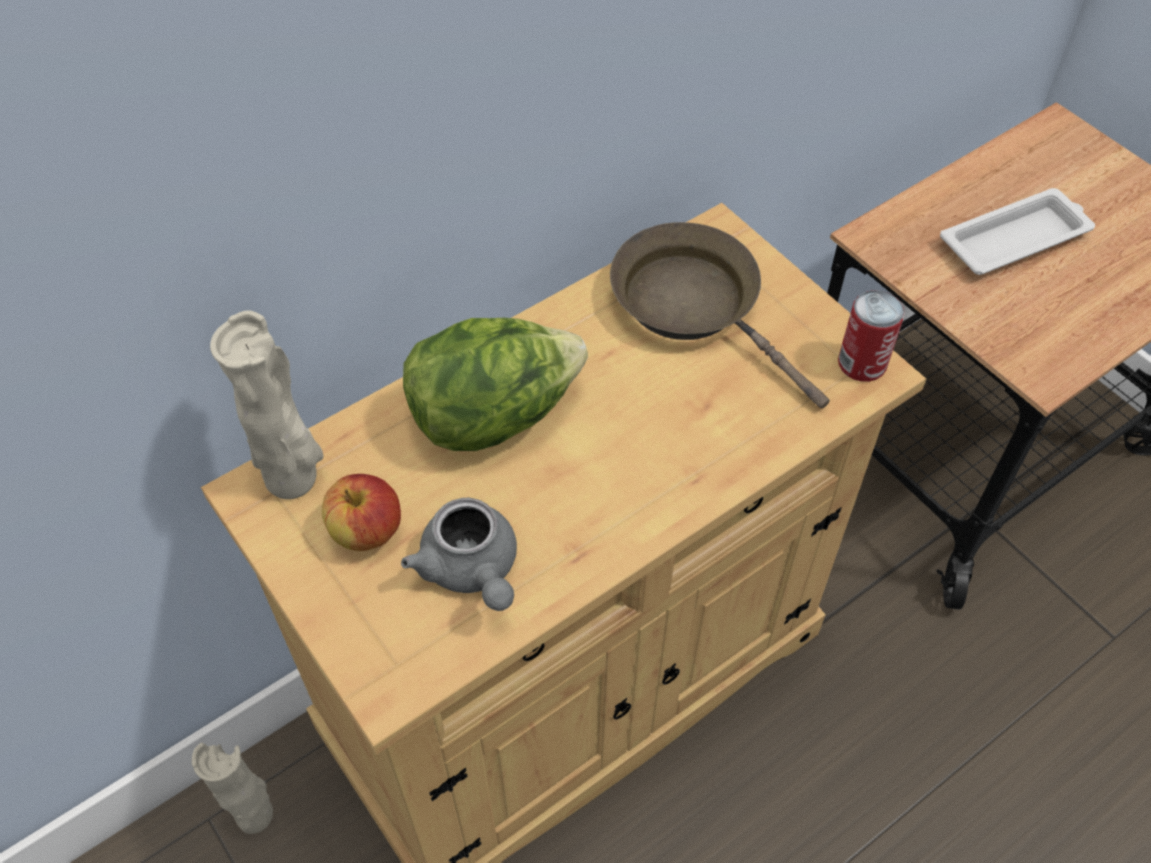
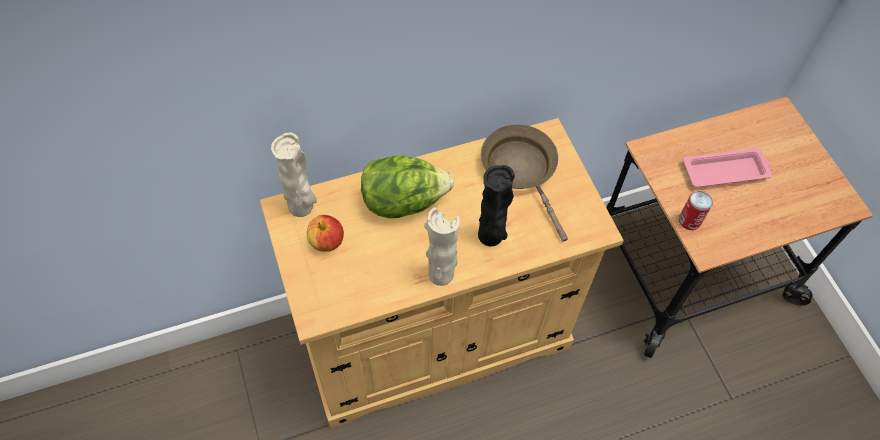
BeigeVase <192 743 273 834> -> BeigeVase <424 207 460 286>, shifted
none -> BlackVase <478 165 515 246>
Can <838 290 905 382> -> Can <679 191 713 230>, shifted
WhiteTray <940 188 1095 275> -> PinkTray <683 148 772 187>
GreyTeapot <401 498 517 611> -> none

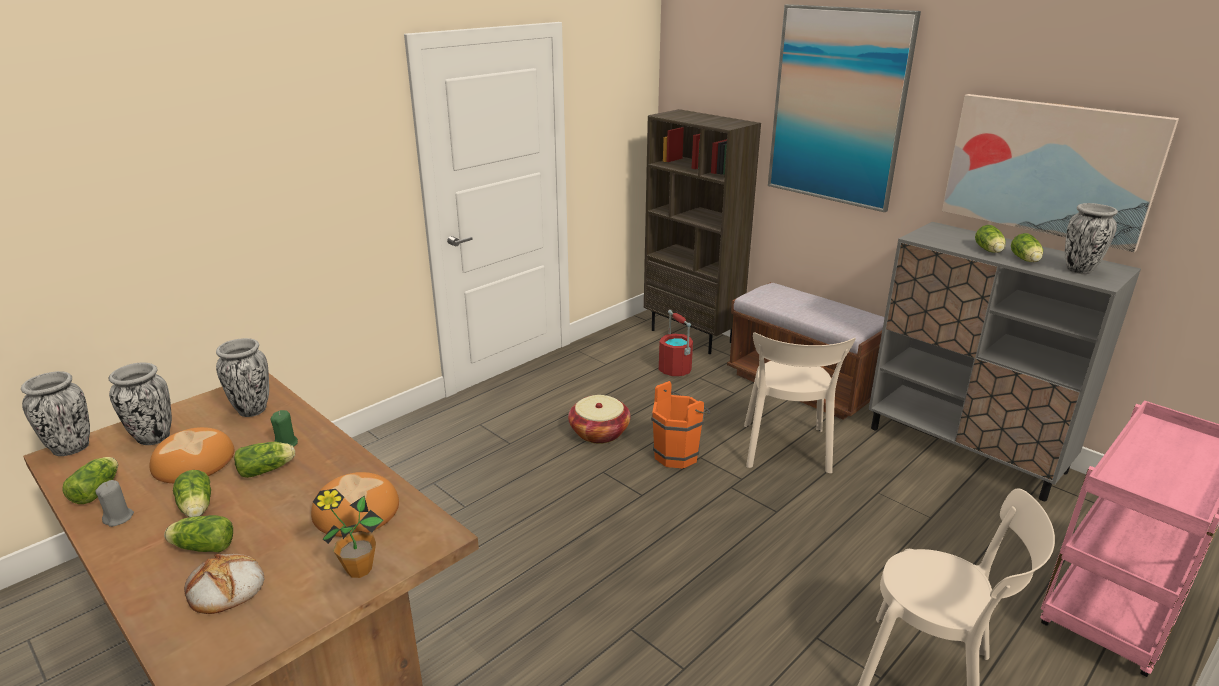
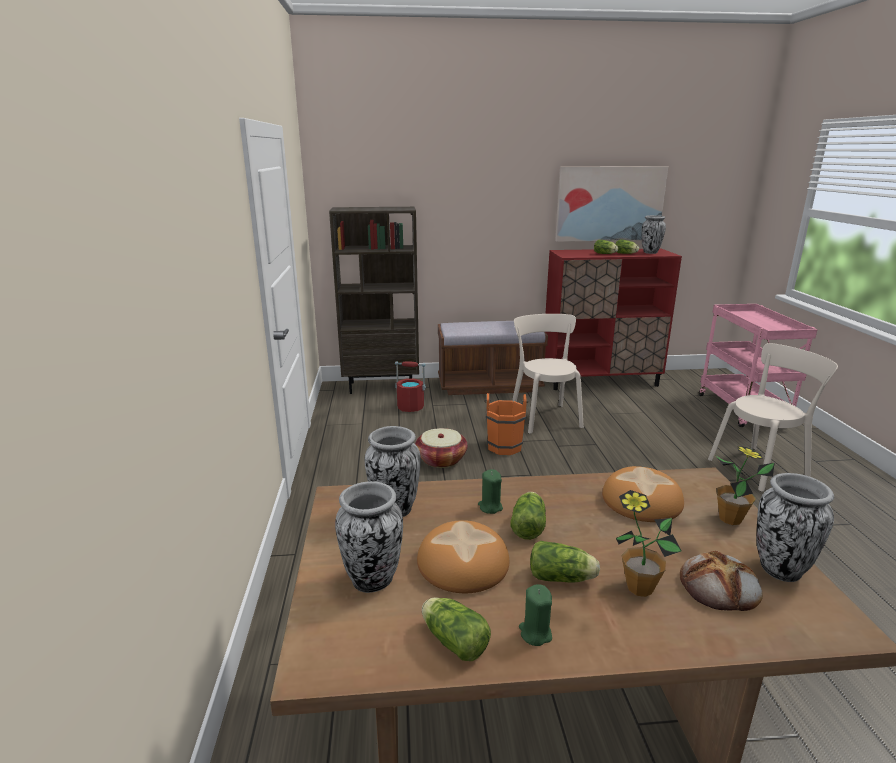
BeigeChair <744 332 856 473> -> BeigeChair <512 314 584 434>, 150 degrees counterclockwise
GreyCandle <95 480 134 527> -> GreenCandle <519 584 552 646>
GreyCabinet <868 222 1141 501> -> RedCabinet <545 248 682 390>
Lettuce <164 515 233 552> -> PottedPlant <616 490 681 597>
Vase <21 371 90 456> -> Vase <757 473 834 582>, shifted
Picture <768 4 921 212> -> none

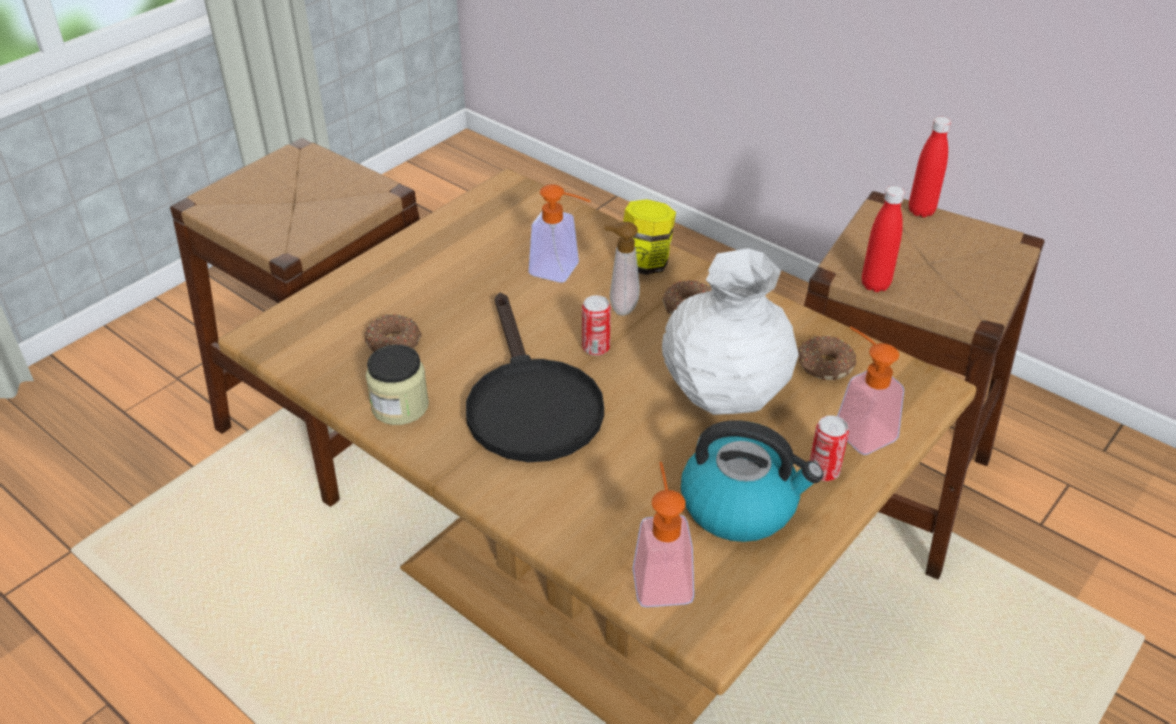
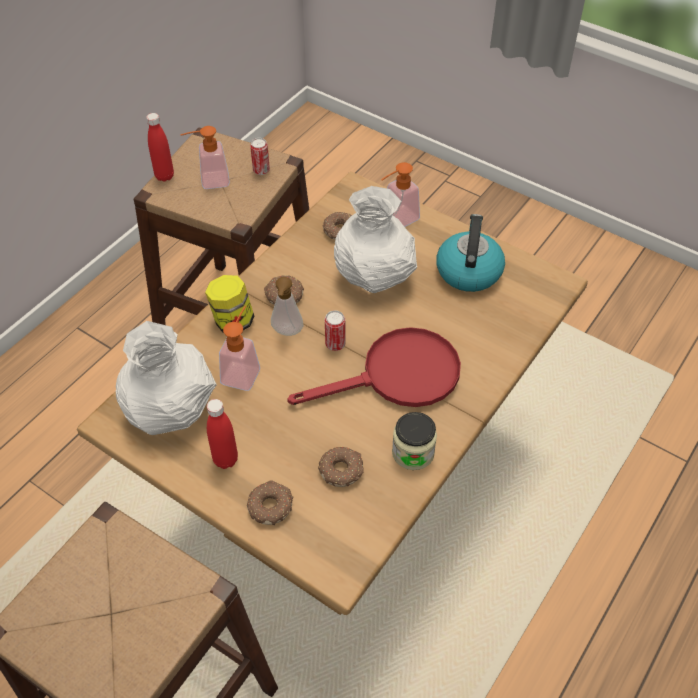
none -> WhiteVase <116 321 217 435>
SoapDispenser <633 462 694 607> -> SoapDispenser <180 126 230 189>, shifted
RedBottle <862 186 905 292> -> RedBottle <207 399 238 469>, shifted
none -> Donut <247 480 293 525>
Can <810 415 849 481> -> Can <250 138 270 175>, shifted
BlackFryingPan <466 293 604 462> -> RedFryingPan <287 327 461 407>

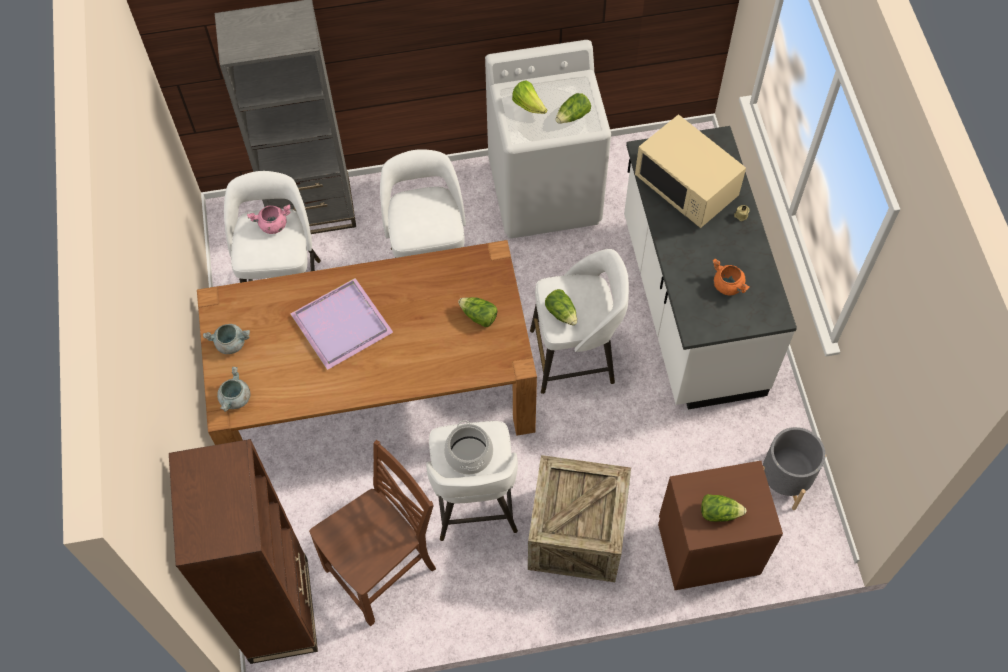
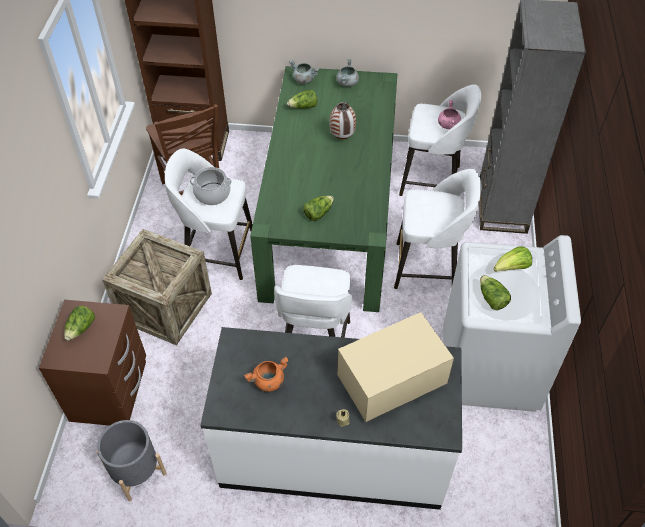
BrownDiningTable <197 240 537 445> -> GreenDiningTable <250 66 397 312>
Lettuce <545 289 577 326> -> Lettuce <287 90 317 109>, shifted
PurpleTray <290 278 393 370> -> Vase <329 102 356 139>

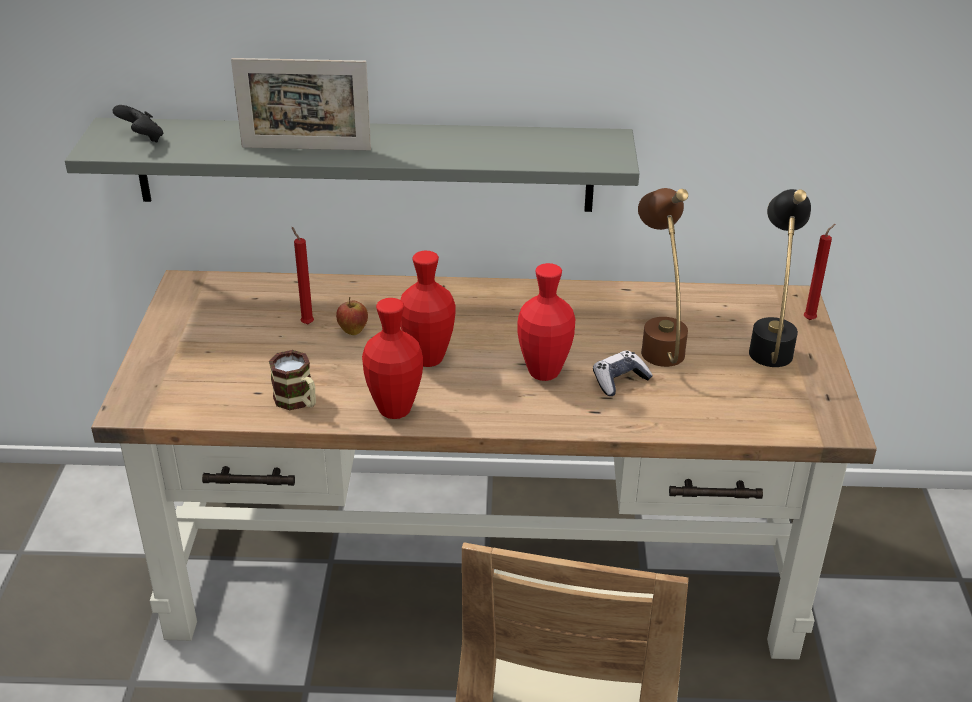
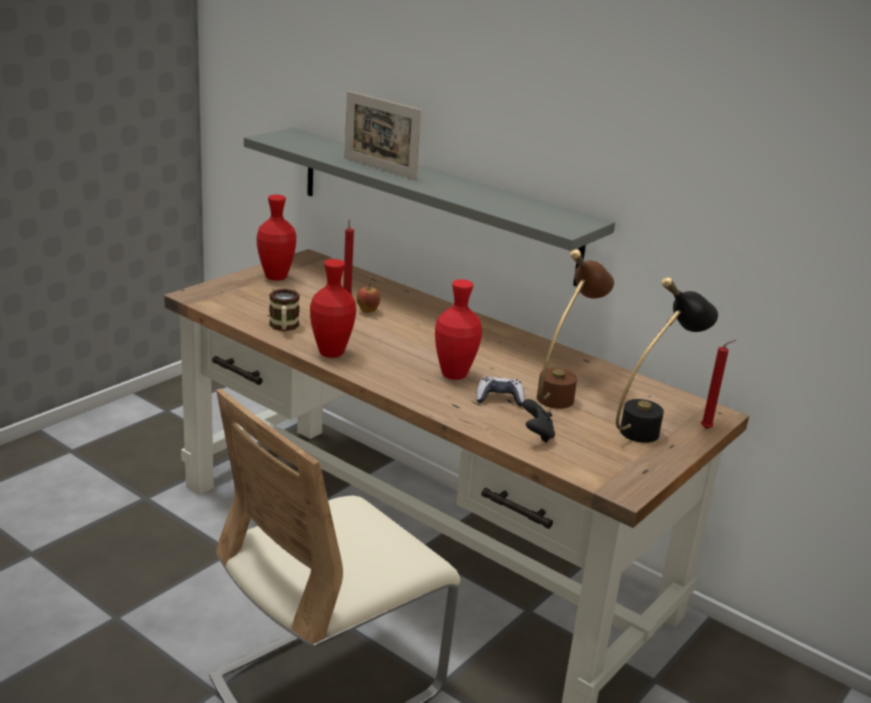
RedVase <400 251 456 367> -> RedVase <257 195 296 281>, shifted
BlackGameController <113 105 163 143> -> BlackGameController <522 399 555 443>, shifted

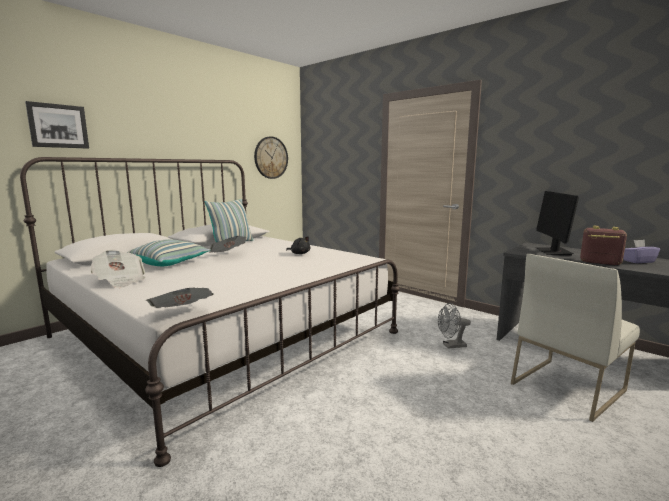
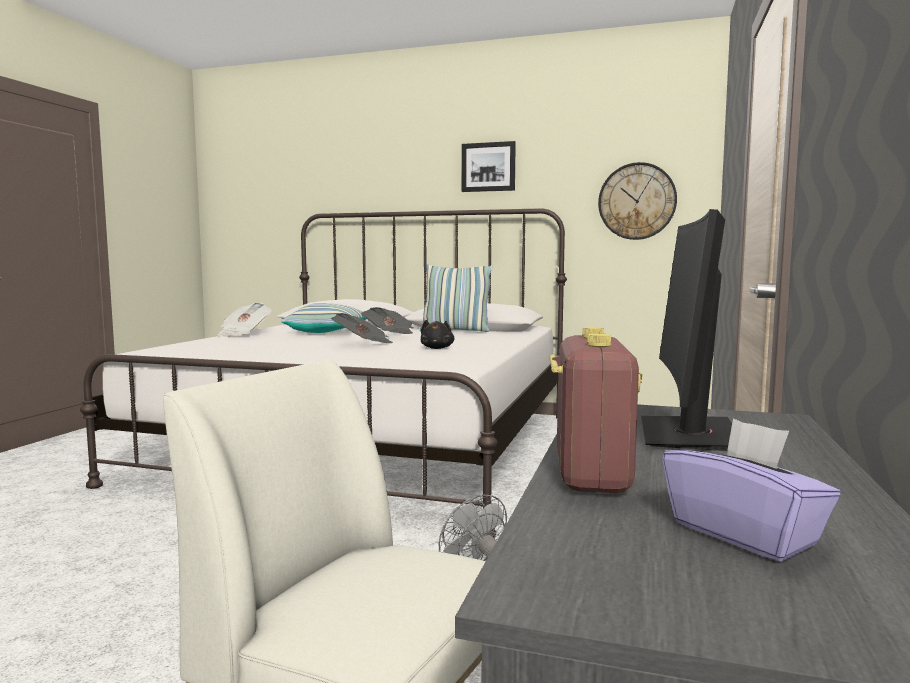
Newspaper <146 288 214 308> -> Newspaper <331 313 393 343>, shifted
Picture <25 101 89 148> -> Picture <462 141 516 192>, shifted
Monitor <536 191 579 256> -> Monitor <641 209 732 451>, 60 degrees counterclockwise

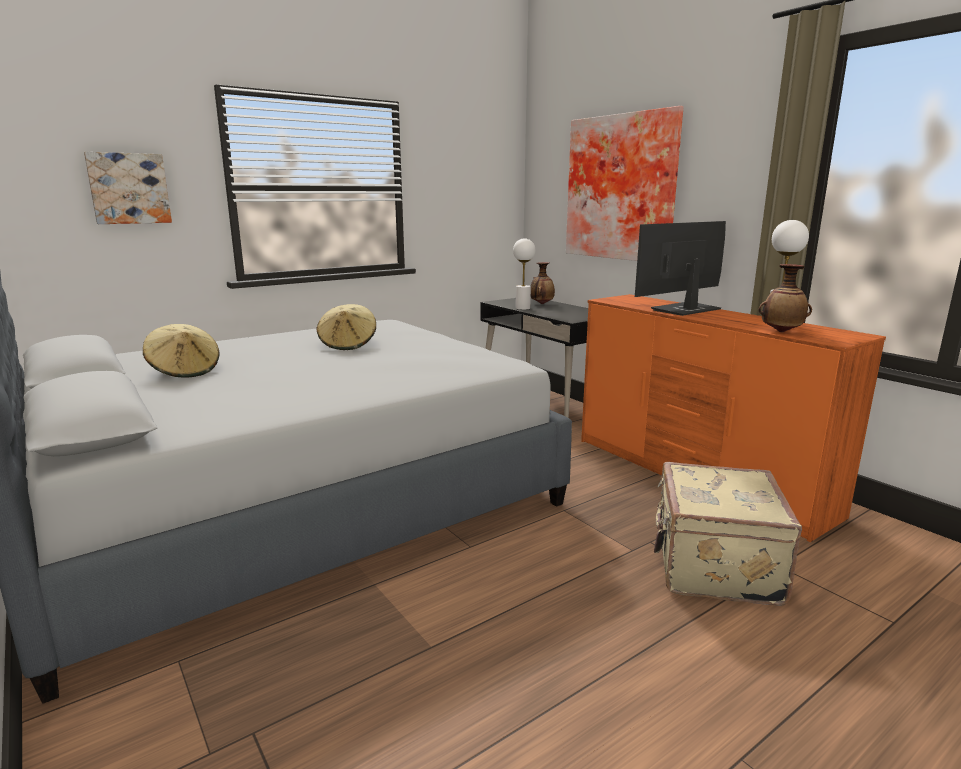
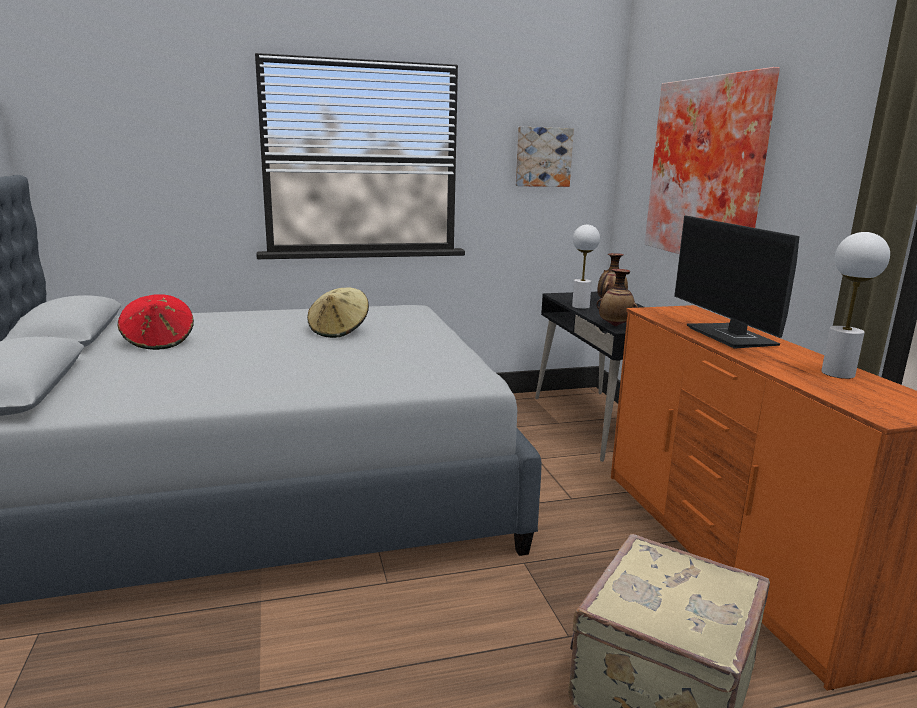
BeigeHat <143 324 220 377> -> RedHat <117 294 194 350>
Picture <84 152 172 224> -> Picture <516 127 574 187>, shifted
Vase <759 264 812 332> -> Vase <596 269 638 326>, shifted
Monitor <635 221 726 316> -> Monitor <674 215 800 349>, 90 degrees counterclockwise

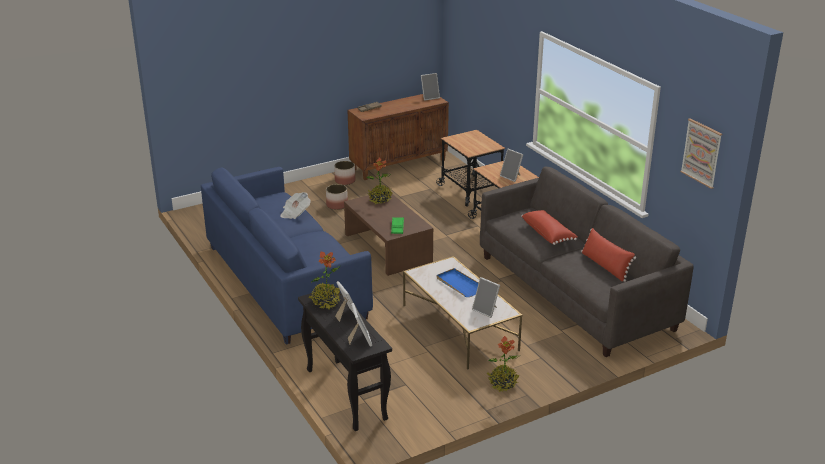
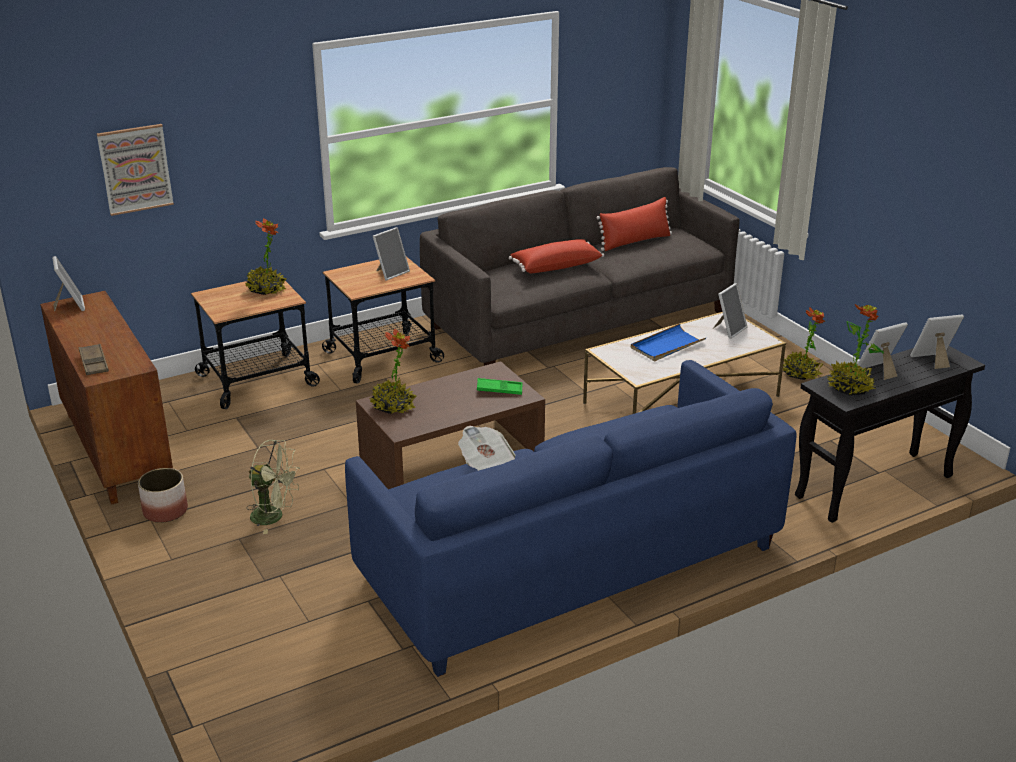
Picture <680 118 722 189> -> Picture <97 124 174 216>, shifted
none -> PottedPlant <245 218 287 295>
Planter <326 184 348 210> -> GreenFan <246 439 300 534>

